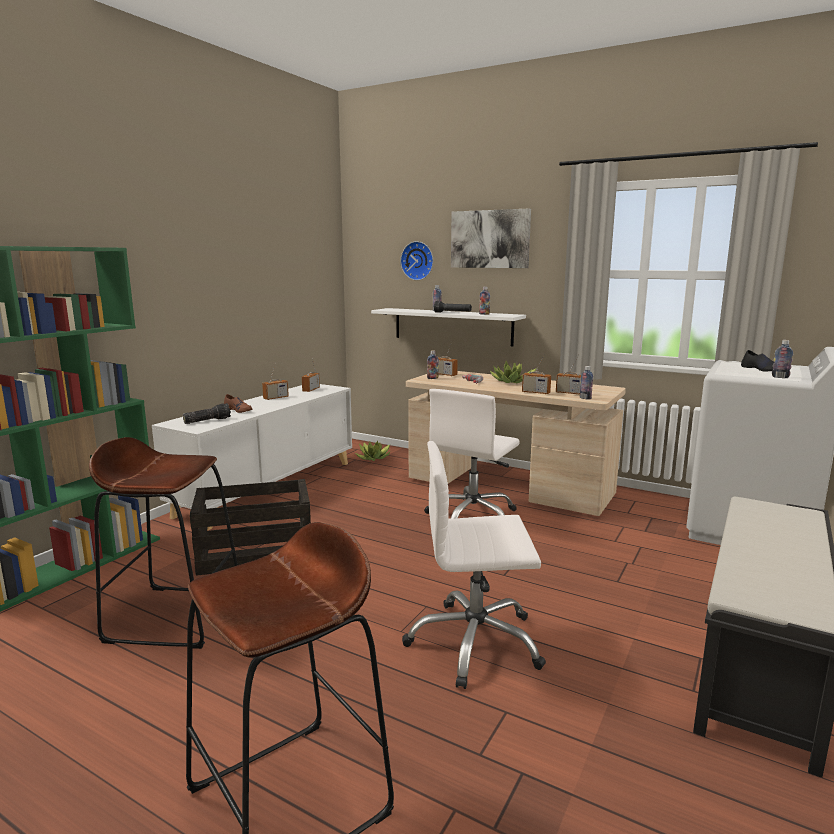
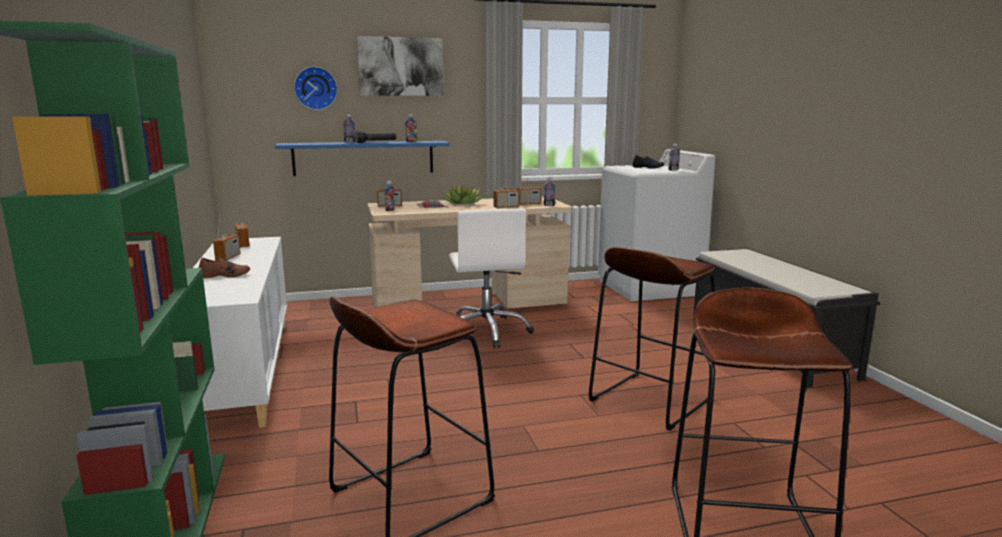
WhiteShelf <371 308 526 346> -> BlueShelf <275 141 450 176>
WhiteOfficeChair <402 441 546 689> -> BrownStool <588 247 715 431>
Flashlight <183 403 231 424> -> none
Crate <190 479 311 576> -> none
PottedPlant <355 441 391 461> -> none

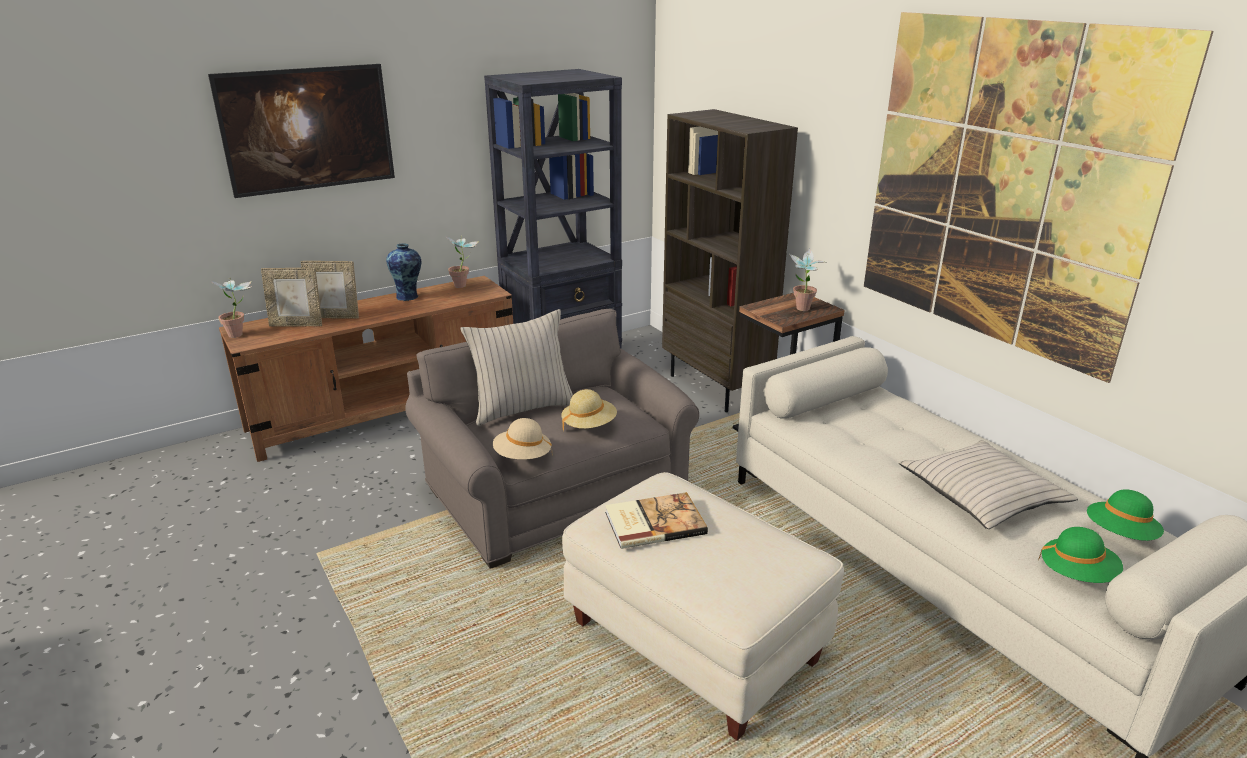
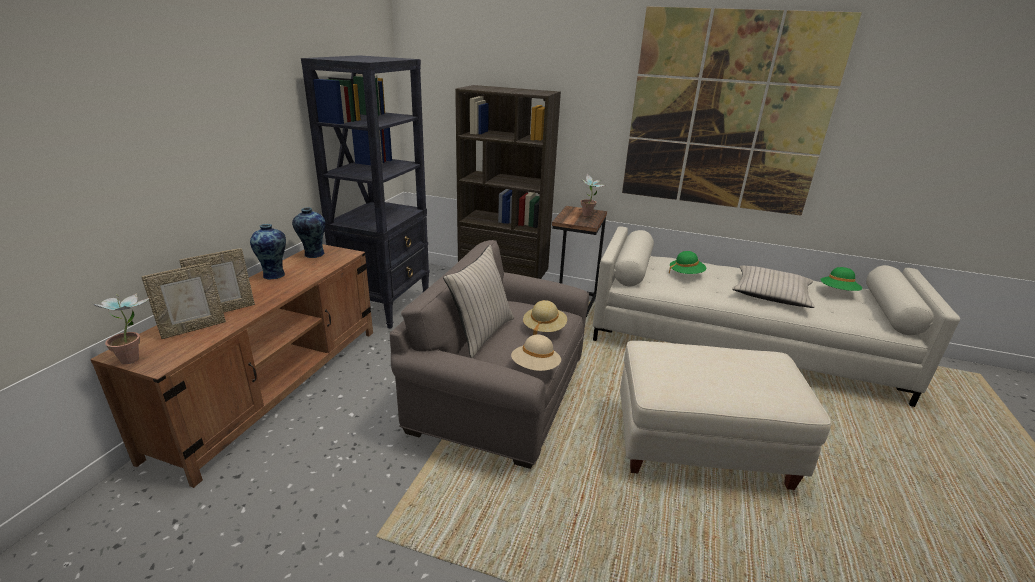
PottedPlant <446 236 479 288> -> Vase <292 207 325 258>
GreenHat <1038 527 1123 583> -> GreenHat <669 251 706 274>, shifted
Picture <208 64 395 198> -> none
Book <605 492 708 549> -> none

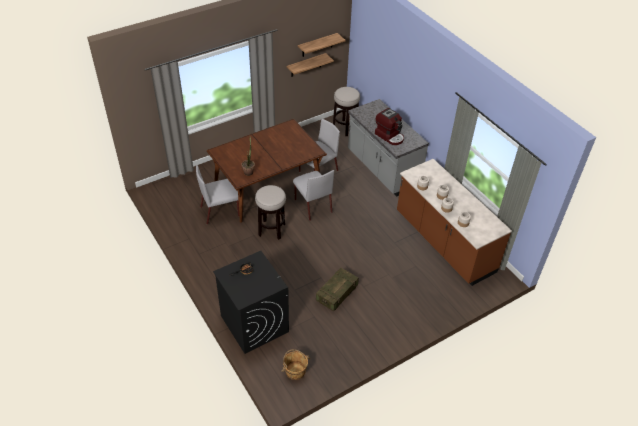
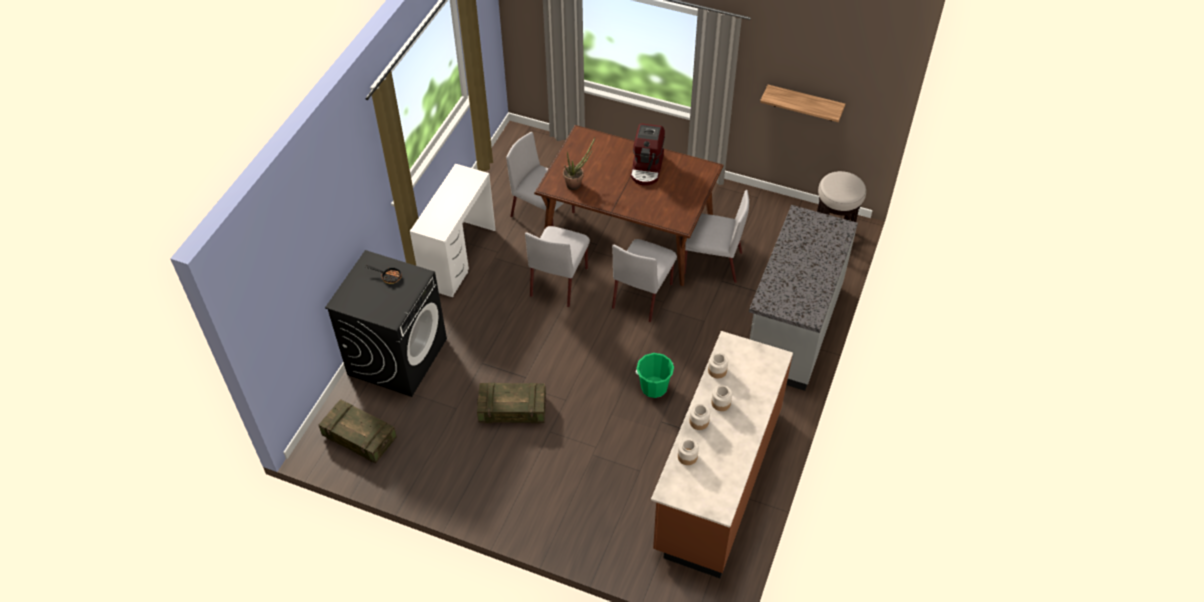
BrownBucket <281 349 310 380> -> Crate <319 399 397 463>
none -> WhiteDesk <410 164 496 297>
Stool <255 185 286 240> -> GreyChair <525 226 590 307>
CoffeeMachine <375 108 404 145> -> CoffeeMachine <631 123 665 186>, shifted
none -> GreenBucket <636 353 674 398>
Shelf <298 33 345 57> -> none

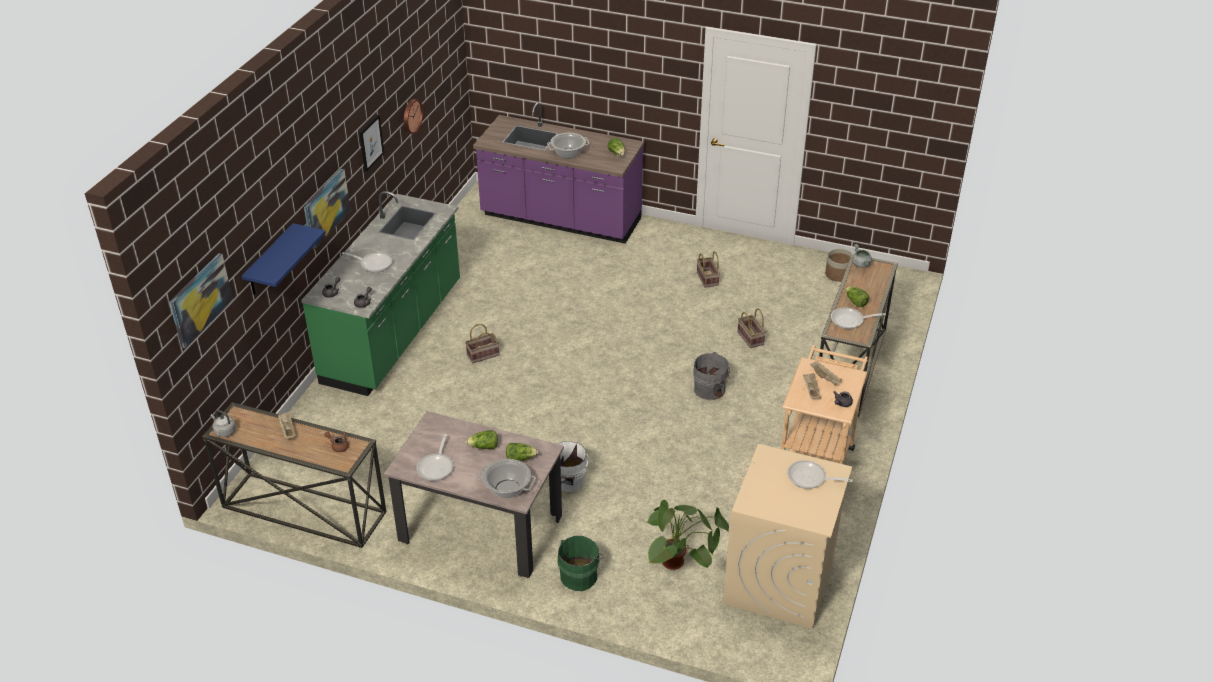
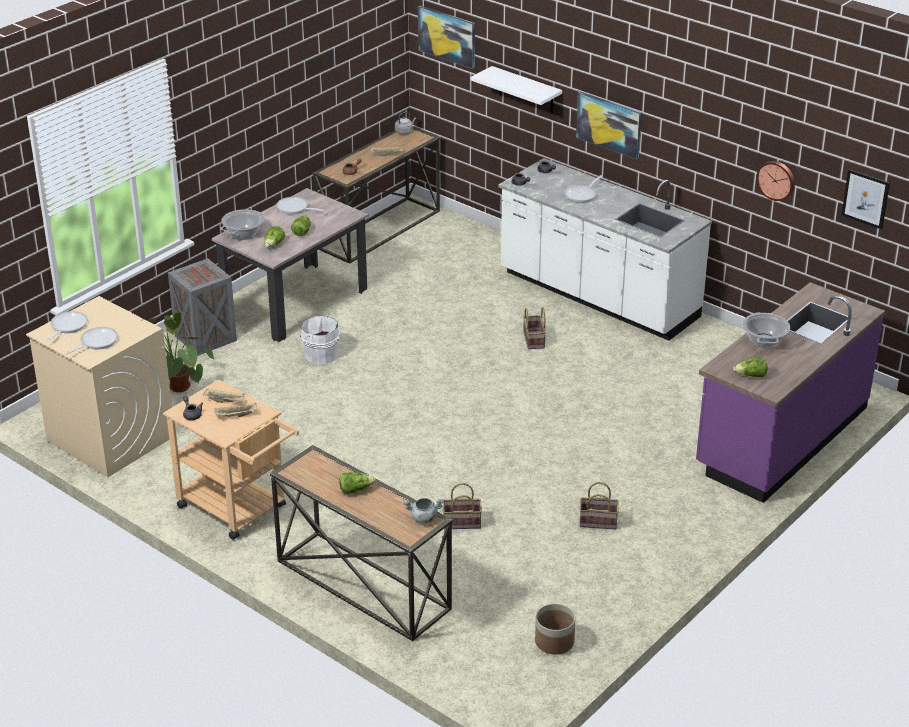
FryingPan <831 307 886 329> -> FryingPan <46 311 88 342>, shifted
GreenBucket <557 536 604 591> -> Crate <168 258 237 356>
BlueShelf <242 223 326 295> -> WhiteShelf <471 66 562 114>
GreenCounter <301 191 460 396> -> WhiteCounter <498 158 712 341>
Picture <359 114 384 172> -> Picture <842 169 890 229>, shifted
GreyBucket <693 352 730 400> -> none

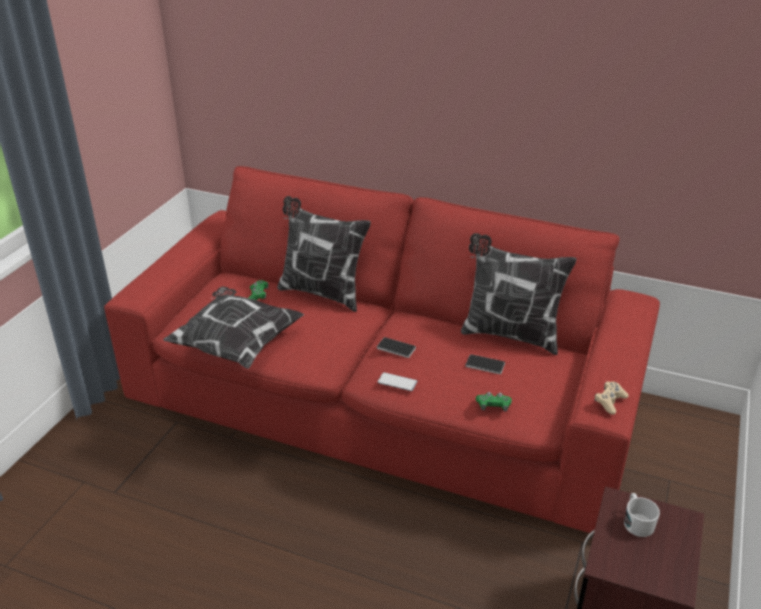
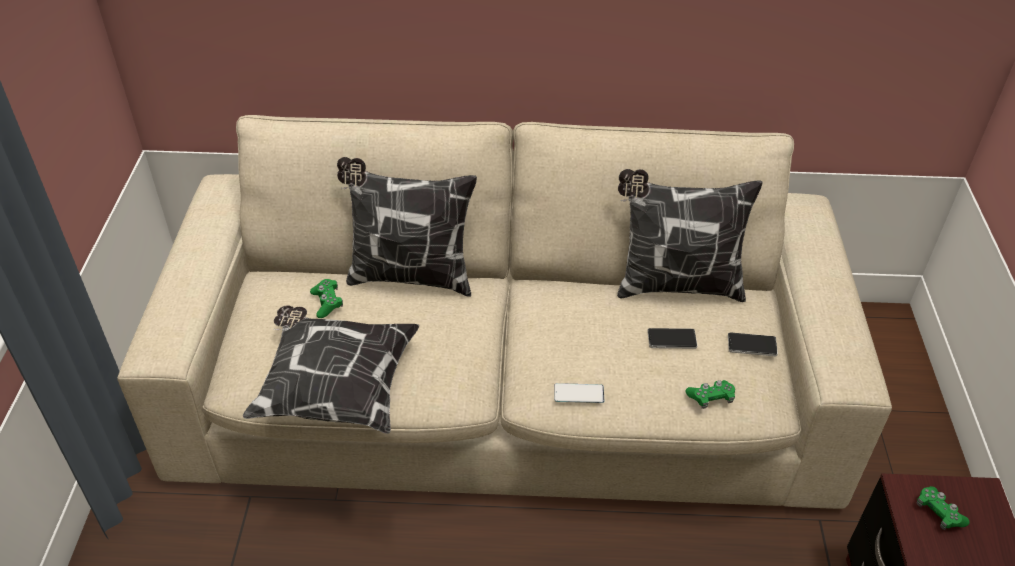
RedSofa <104 166 660 533> -> BeigeSofa <117 115 892 509>
Phone <377 337 416 358> -> Phone <728 332 778 356>, shifted
WhiteMug <624 493 660 537> -> GreenGameController <917 486 970 530>
BeigeGameController <595 382 629 415> -> none

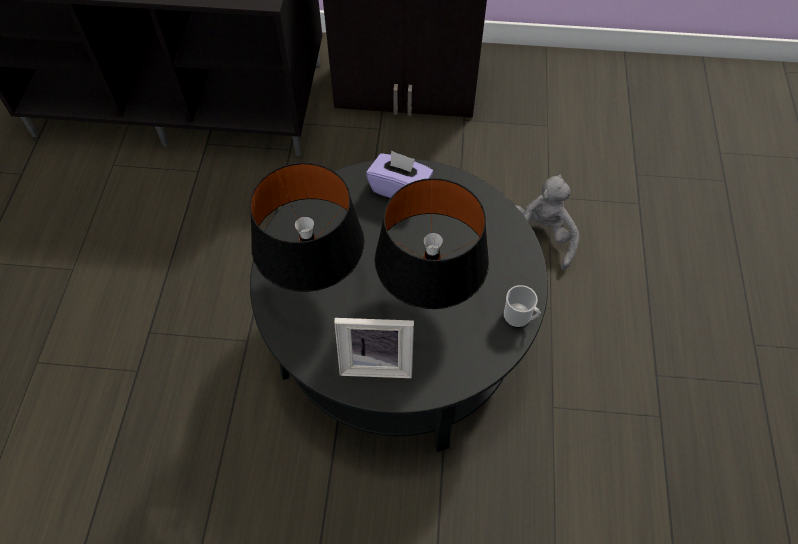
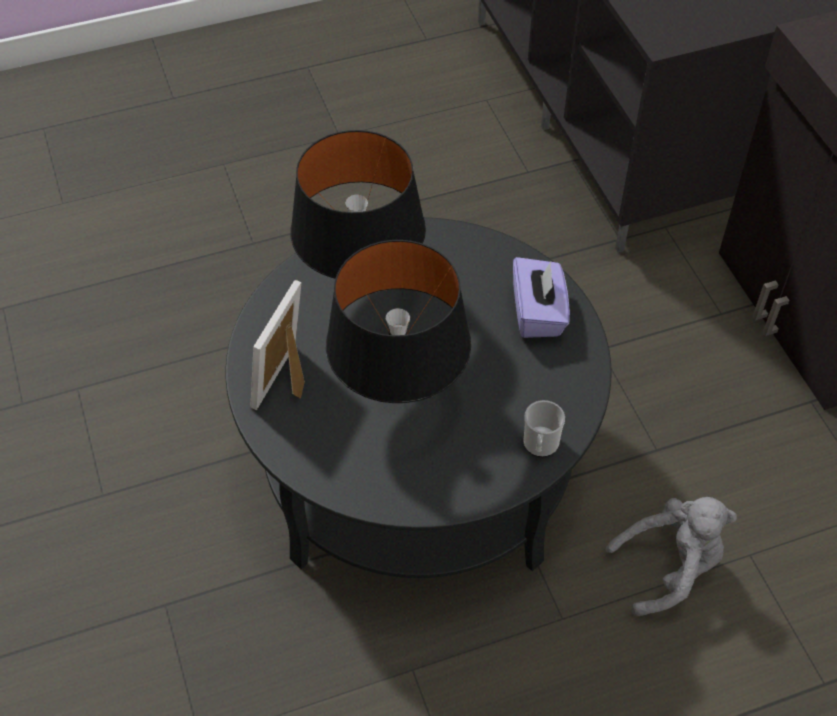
PictureFrame <334 318 414 378> -> PictureFrame <250 280 305 410>, 45 degrees clockwise
Mug <504 285 541 328> -> Mug <523 400 565 457>, shifted

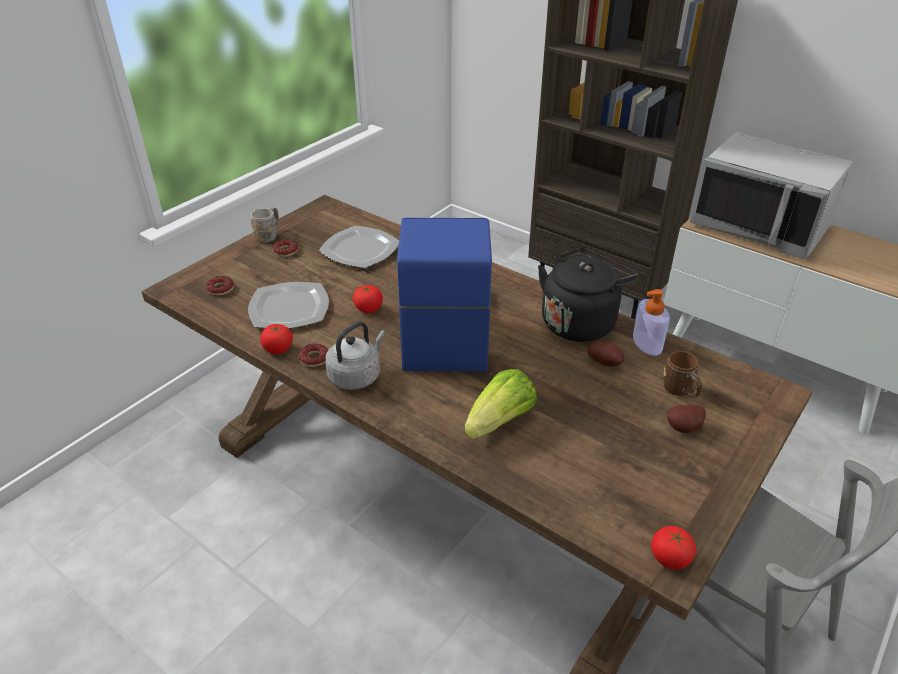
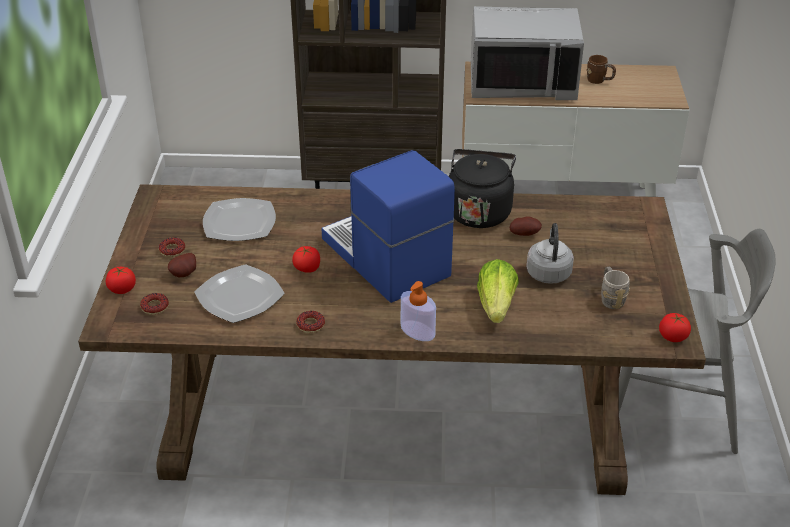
Tomato <260 324 293 354> -> Tomato <106 267 136 294>, shifted
Potato <667 405 706 433> -> Potato <168 253 196 277>, shifted
SoapDispenser <633 289 670 356> -> SoapDispenser <401 281 436 341>, shifted
GreyKettle <325 321 386 390> -> GreyKettle <526 223 574 284>, shifted
BrownMug <663 351 702 398> -> BrownMug <587 55 616 84>, shifted
GreyMug <251 207 279 243> -> GreyMug <601 267 630 309>, shifted

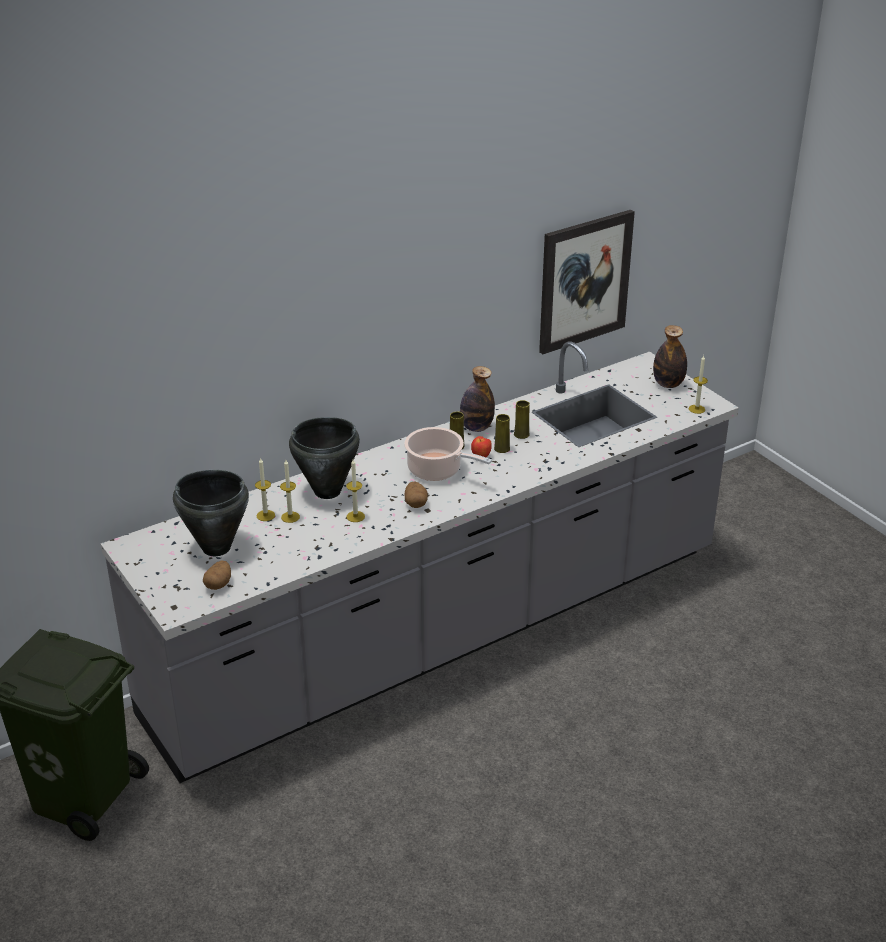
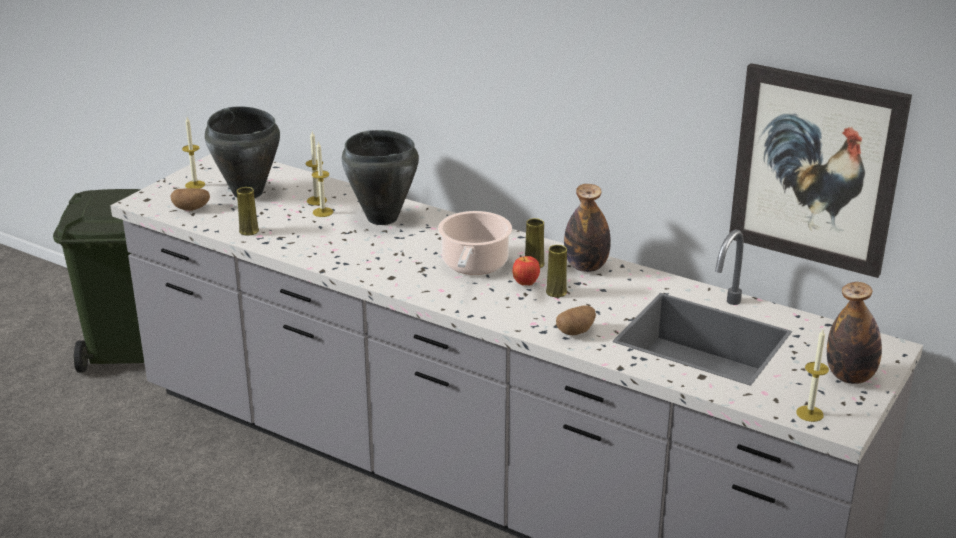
Candle <346 459 365 522> -> Candle <182 117 205 189>, shifted
YellowVase <514 400 530 439> -> YellowVase <237 187 259 236>, shifted
Potato <404 482 428 508> -> Potato <556 306 596 335>, shifted

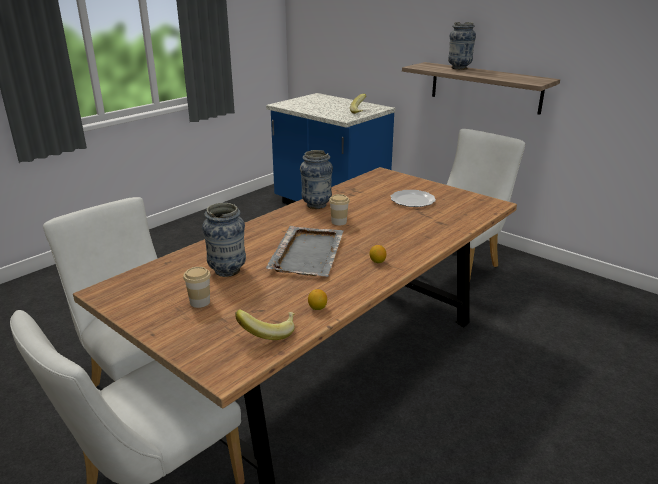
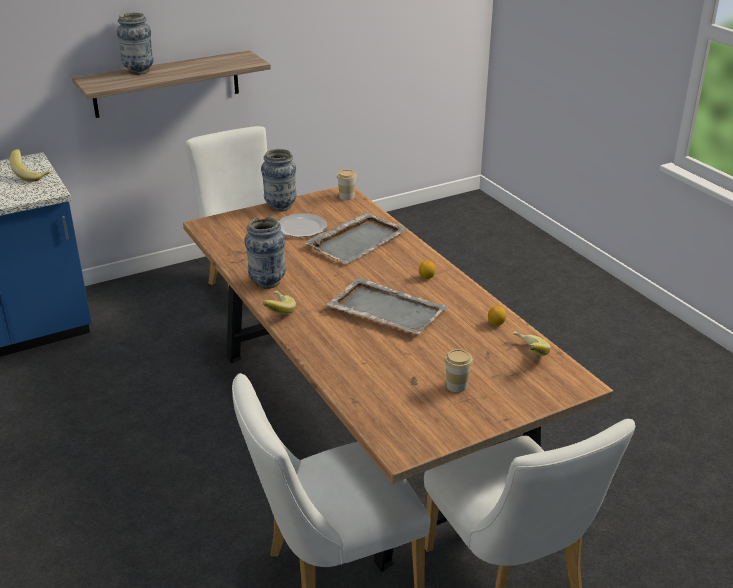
Vase <202 203 246 277> -> Vase <261 149 296 212>, shifted
none -> Banana <263 291 296 314>
none -> GreyTray <305 212 407 264>
Cup <329 194 350 226> -> Cup <337 170 357 200>, shifted

